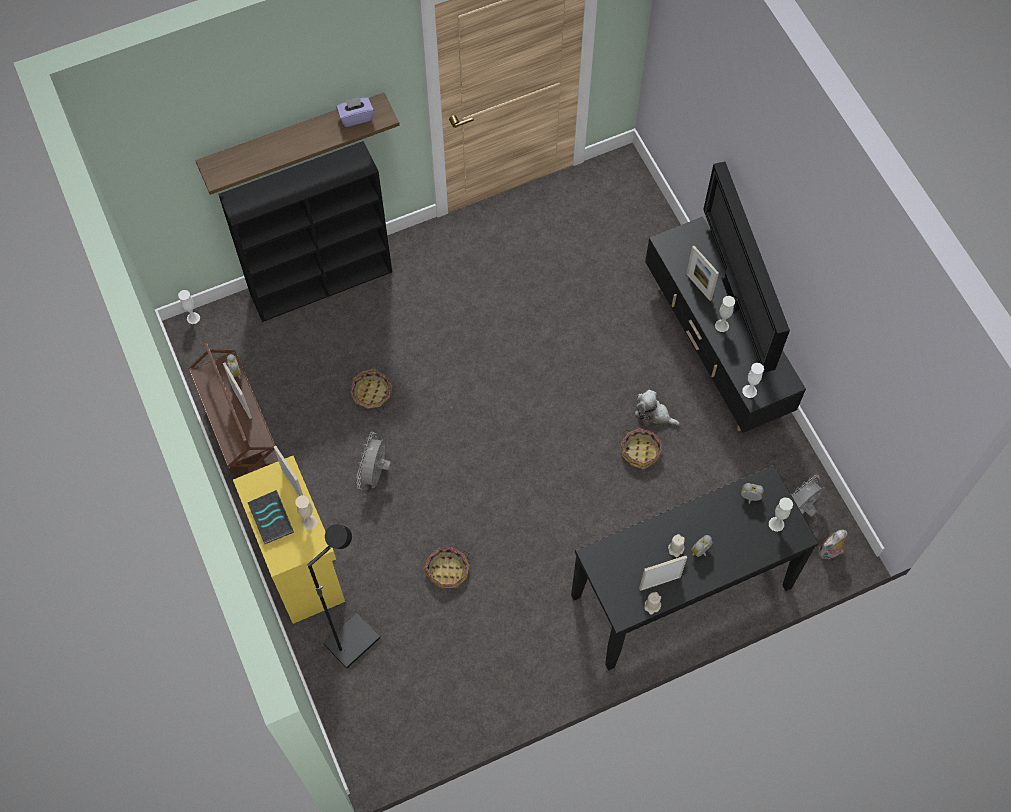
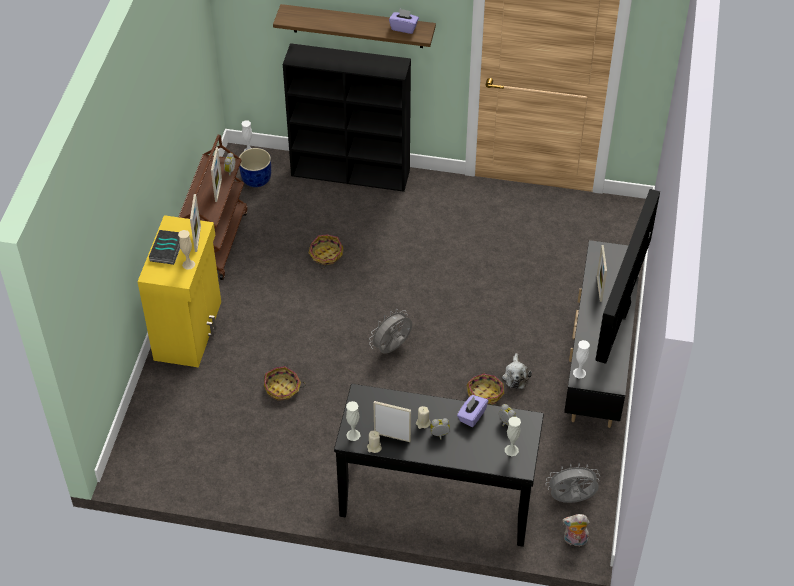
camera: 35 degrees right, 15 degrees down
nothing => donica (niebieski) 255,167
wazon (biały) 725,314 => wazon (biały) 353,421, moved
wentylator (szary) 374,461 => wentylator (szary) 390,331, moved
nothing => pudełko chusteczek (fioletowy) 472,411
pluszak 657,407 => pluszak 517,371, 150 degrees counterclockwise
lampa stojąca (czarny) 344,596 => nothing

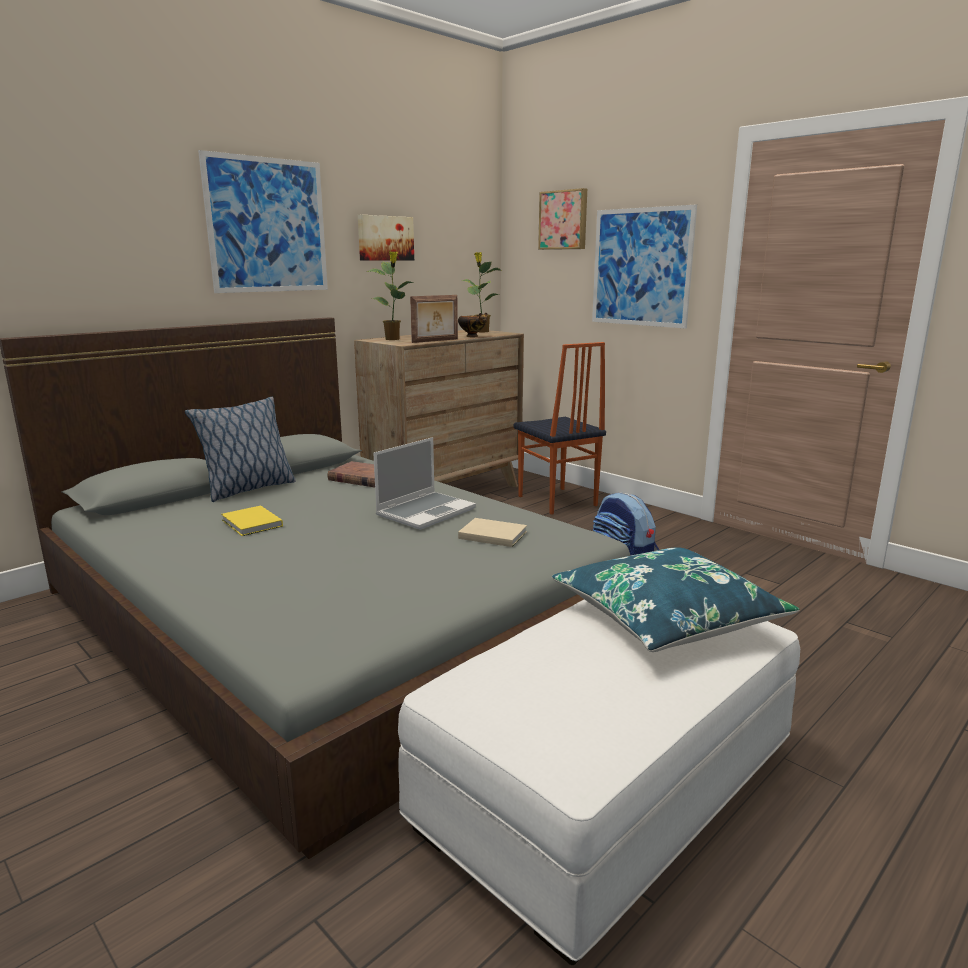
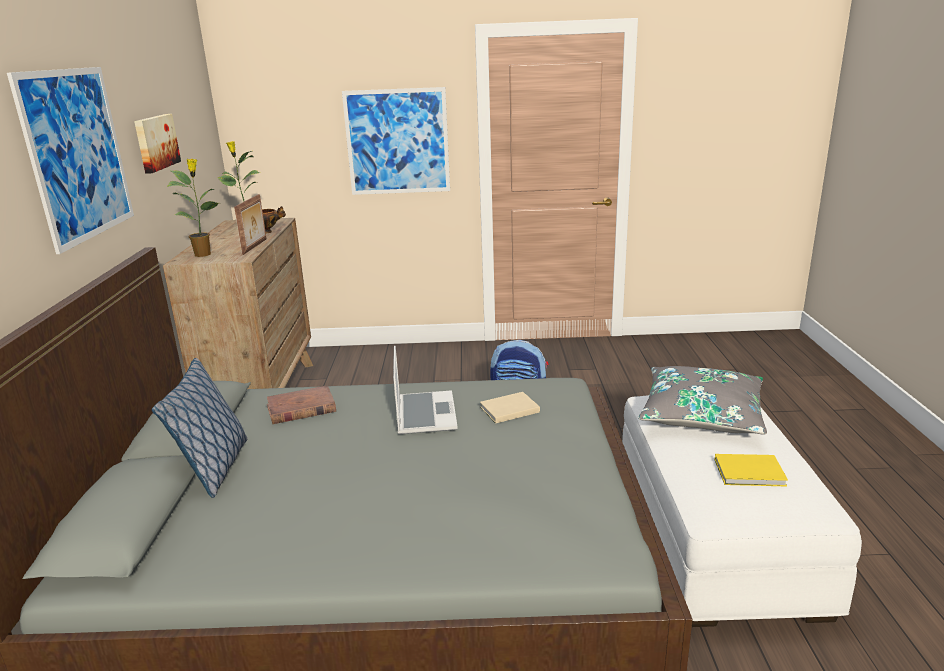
camera: 45 degrees left, 5 degrees up
poduszka (niebieski) 676,599 => poduszka (szary) 702,400
książka (żółty) 252,520 => książka (żółty) 751,470, moved
krzesło 559,428 => nothing
obraz 562,219 => nothing

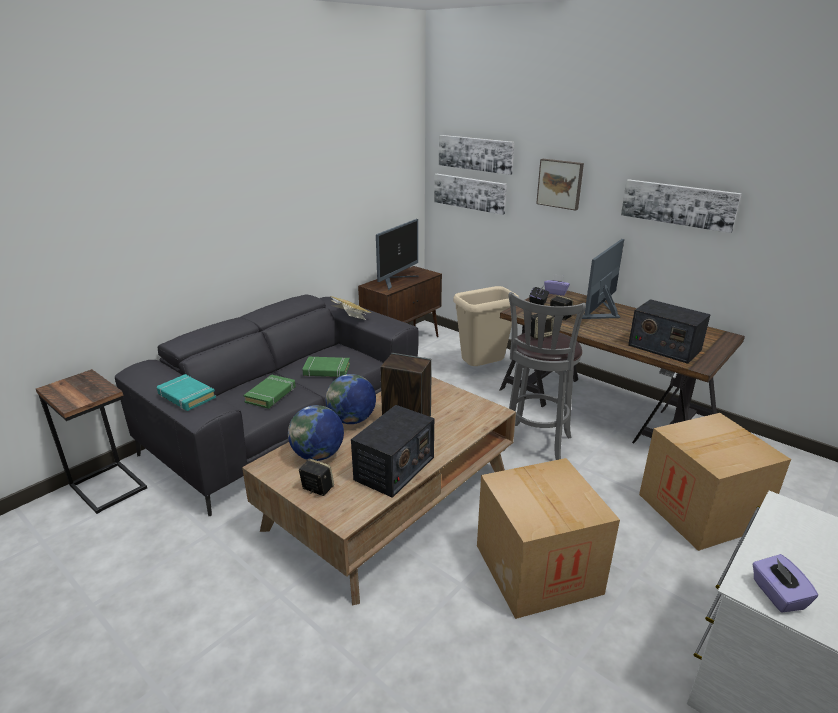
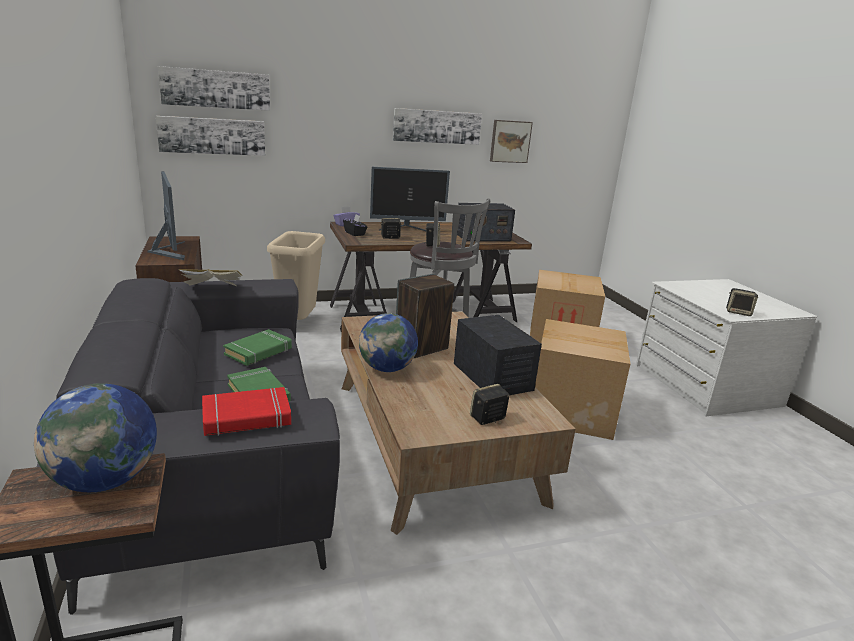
camera: 60 degrees left, 5 degrees down
globus 316,433 => globus 95,437, moved
książka (turkusowy) 186,392 => książka (czerwony) 246,411
monitor 603,279 => monitor 410,199, 75 degrees counterclockwise
obraz 560,185 => obraz 511,141, moved
pudełko chusteczek (fioletowy) 785,583 => głośnik 742,302

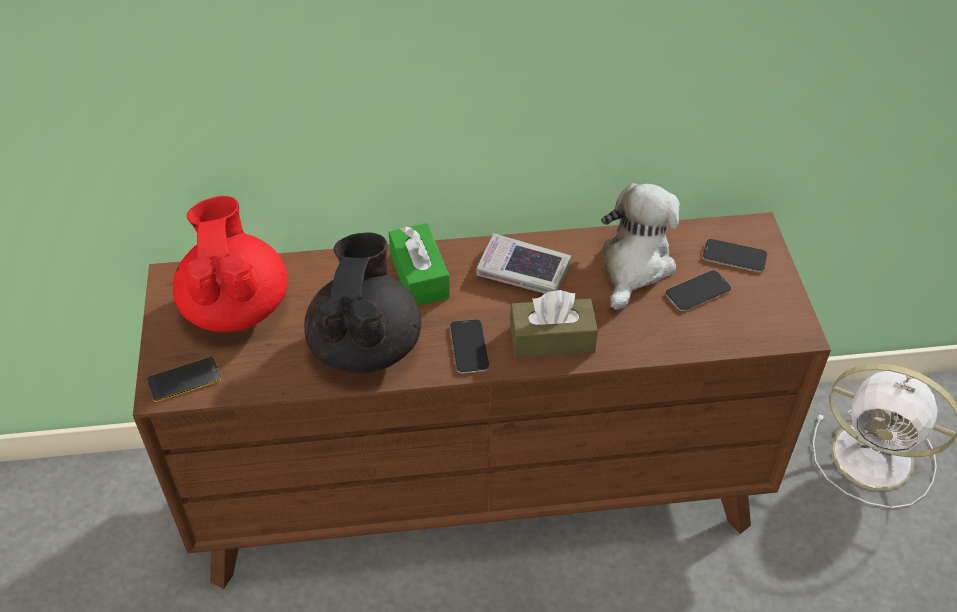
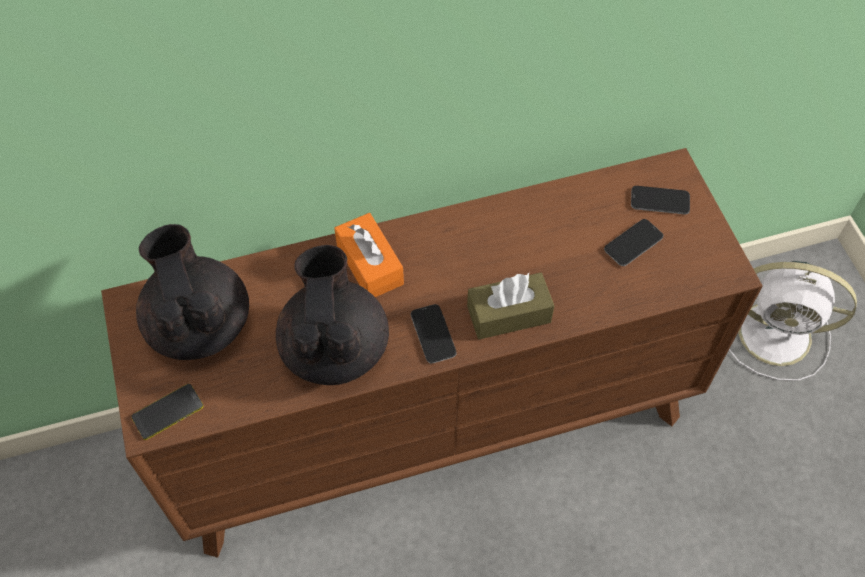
camera: 10 degrees left, 10 degrees up
imbryk (czerwony) 230,264 => imbryk (czarny) 192,292
pudełko chusteczek (zielony) 419,264 => pudełko chusteczek (pomarańczowy) 369,255
książka 523,263 => nothing
pluszak 640,246 => nothing

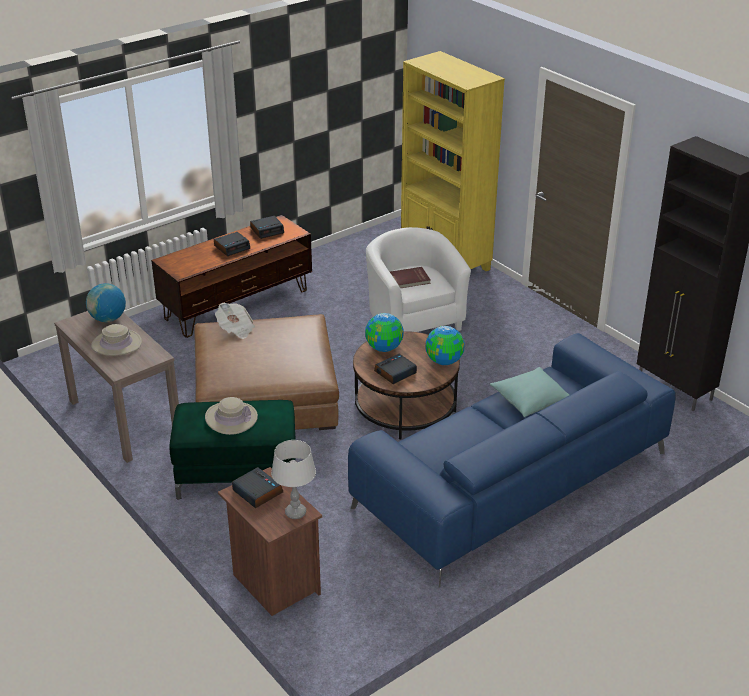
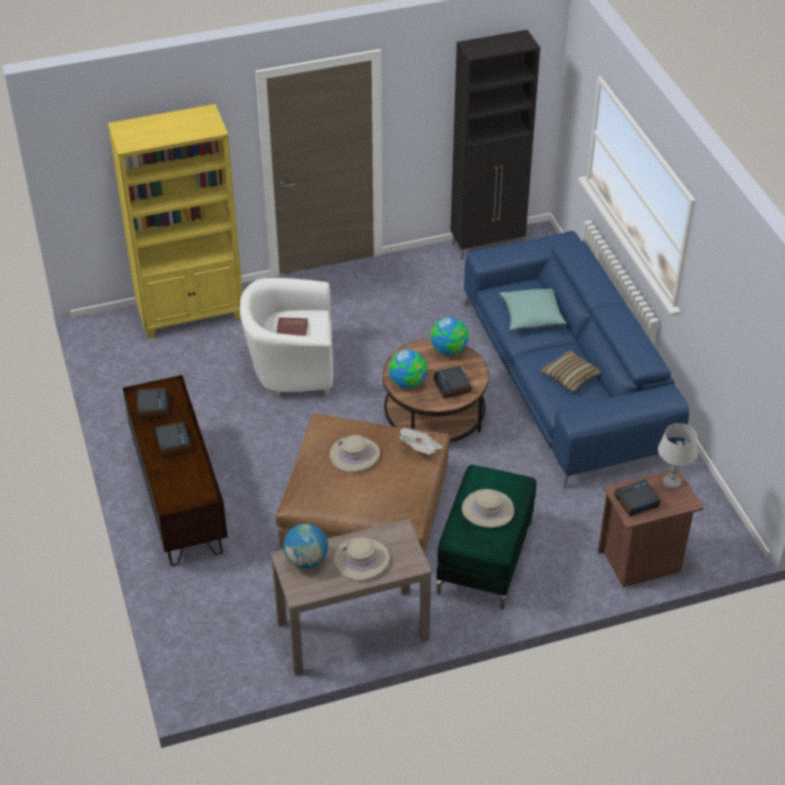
camera: 70 degrees left, 10 degrees up
nothing => kapelusz (beżowy) 355,453
gazeta 235,321 => gazeta 421,441, moved
nothing => poduszka 570,371

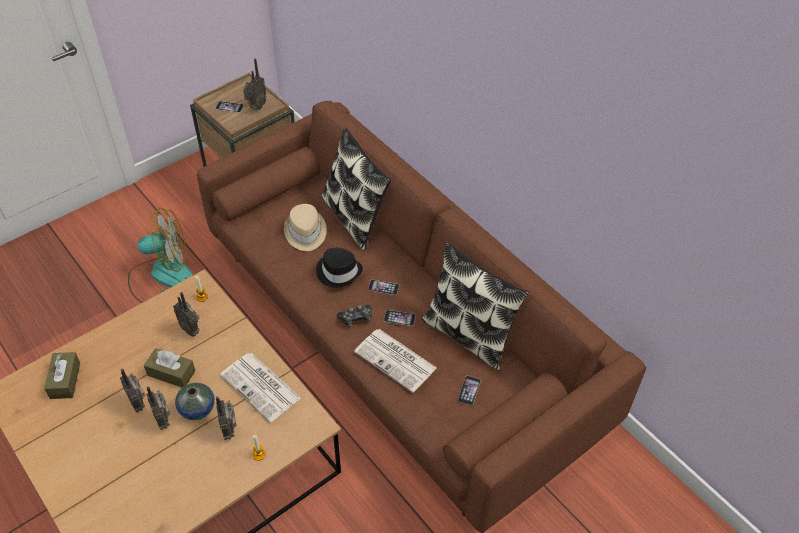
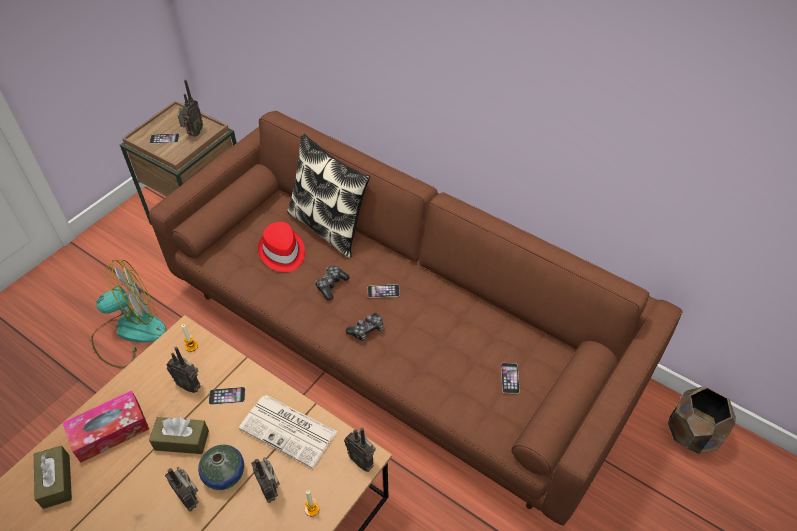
camera: 15 degrees left, 0 degrees up
nothing => pudełko chusteczek 105,426
telefon 400,318 => telefon 227,396, moved
kapelusz (beżowy) 305,227 => kapelusz (czerwony) 281,247
kapelusz (czarny) 339,267 => pad do gier 332,283
radio 132,391 => radio 360,449, moved
nothing => donica (brązowy) 702,420
gazeta 395,361 => nothing
poduszka 475,307 => nothing

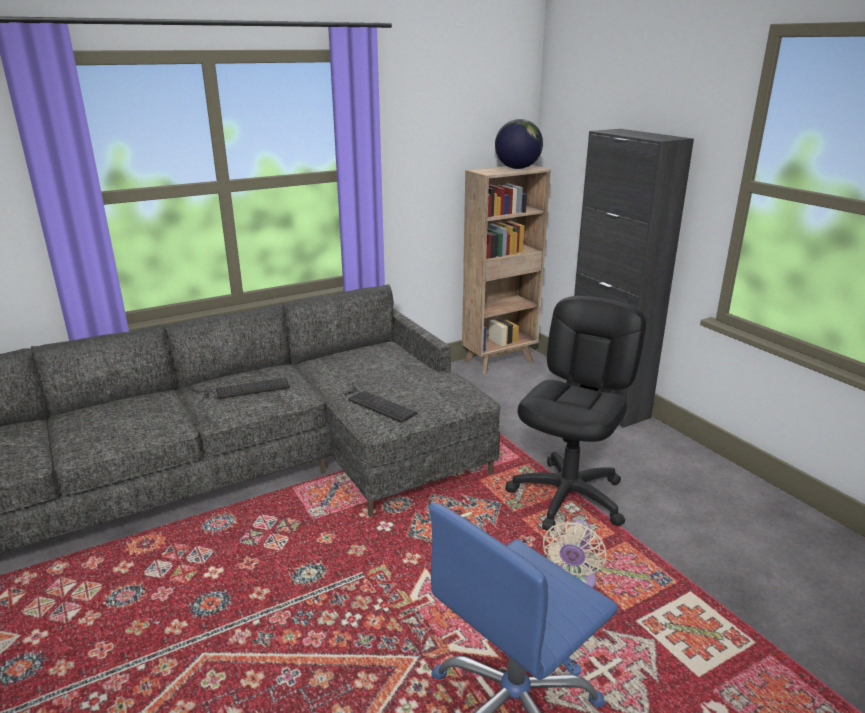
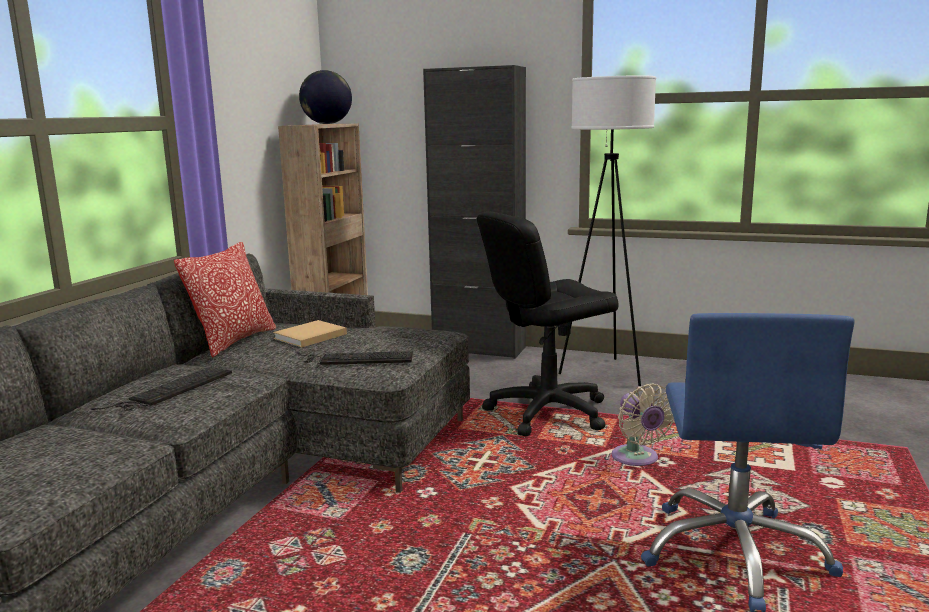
camera: 40 degrees left, 10 degrees down
nothing => poduszka 225,300
nothing => książka (beżowy) 310,333
krzesło biurowe (czarny) 575,413 => krzesło biurowe (czarny) 548,324, 105 degrees counterclockwise
nothing => lampa stojąca (biały) 607,231

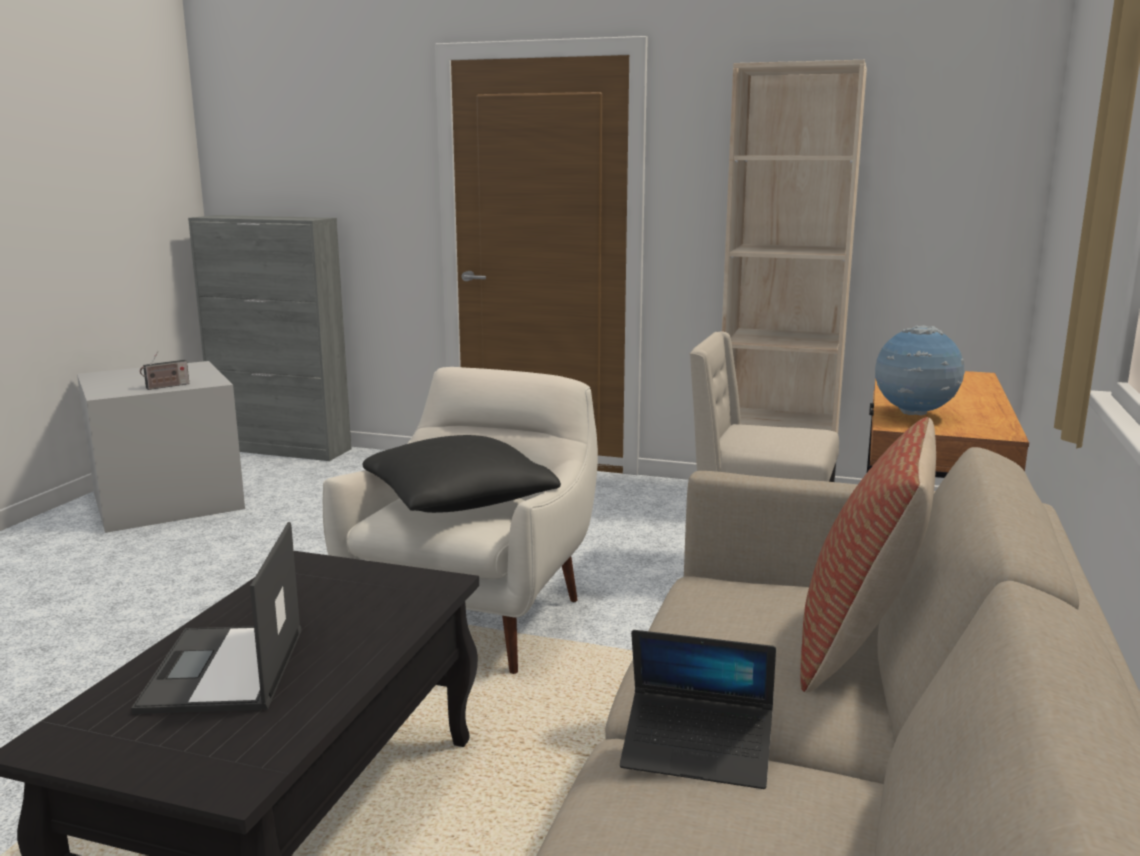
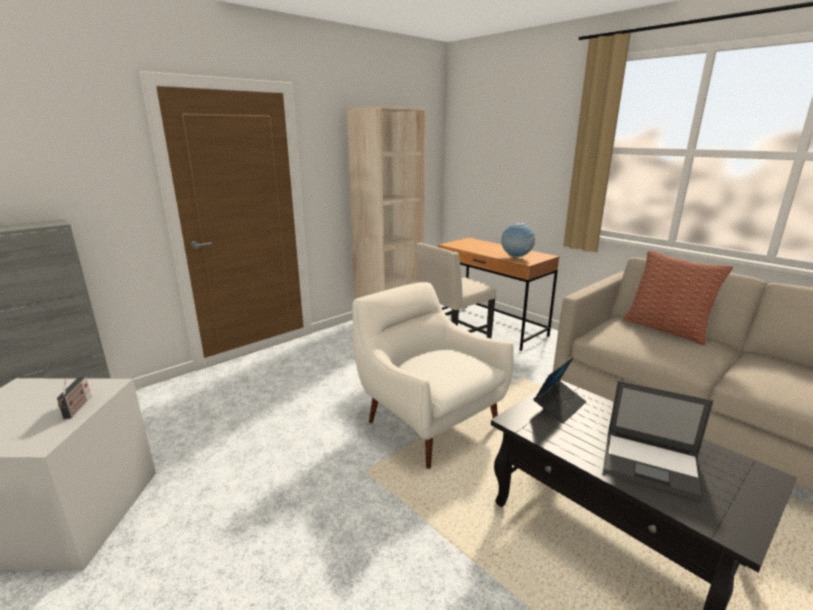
camera: 60 degrees left, 5 degrees up
laptop 698,709 => laptop 560,390, moved
poduszka (czarny) 462,474 => nothing

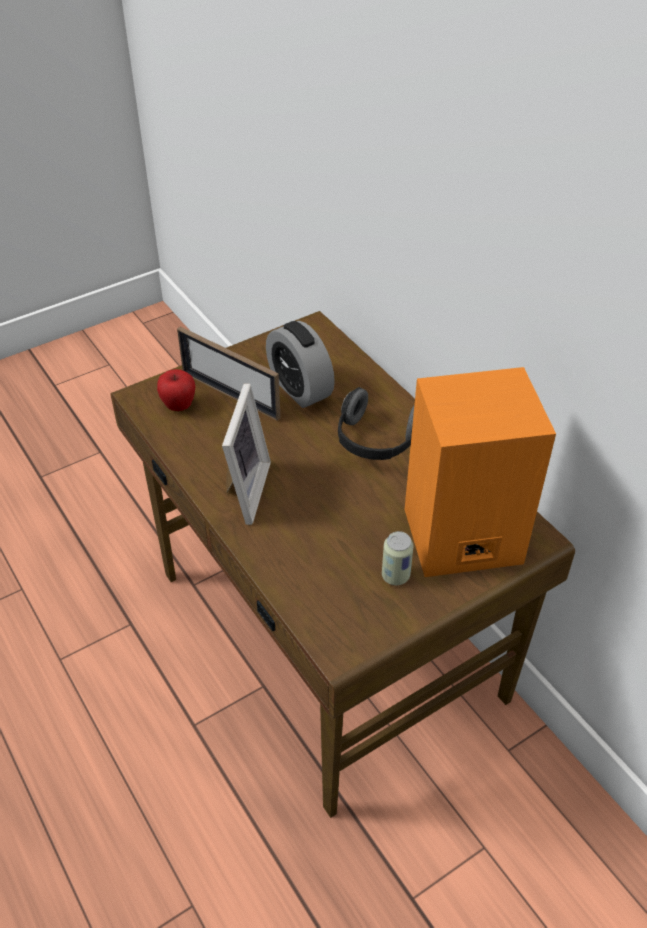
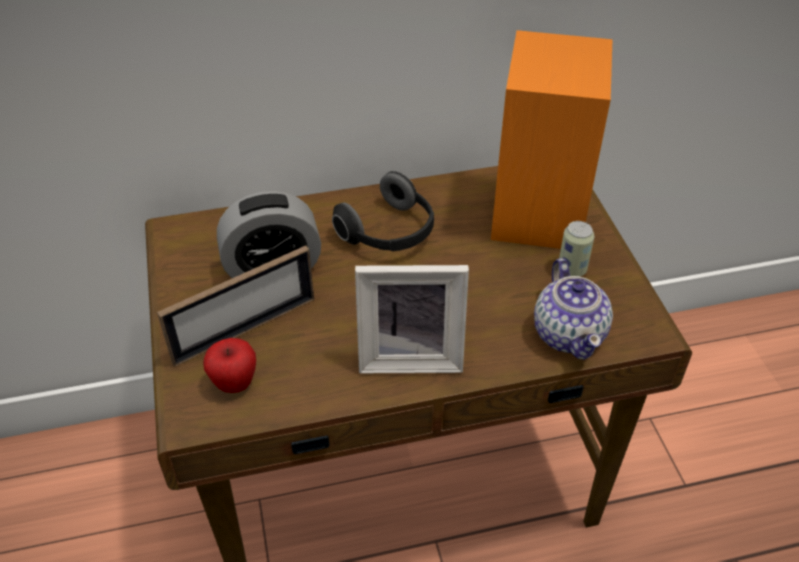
camera: 70 degrees left, 0 degrees up
ramka na zdjęcie 246,454 => ramka na zdjęcie 412,319, 150 degrees clockwise
nothing => imbryk 573,309

